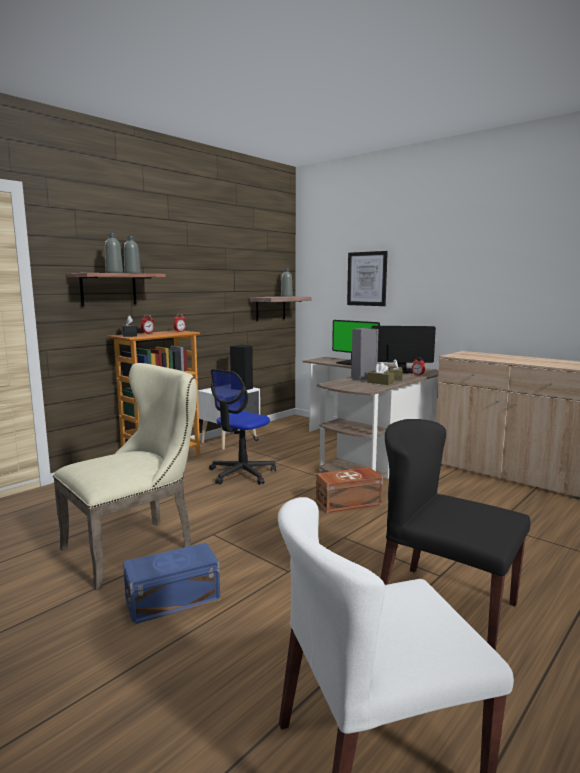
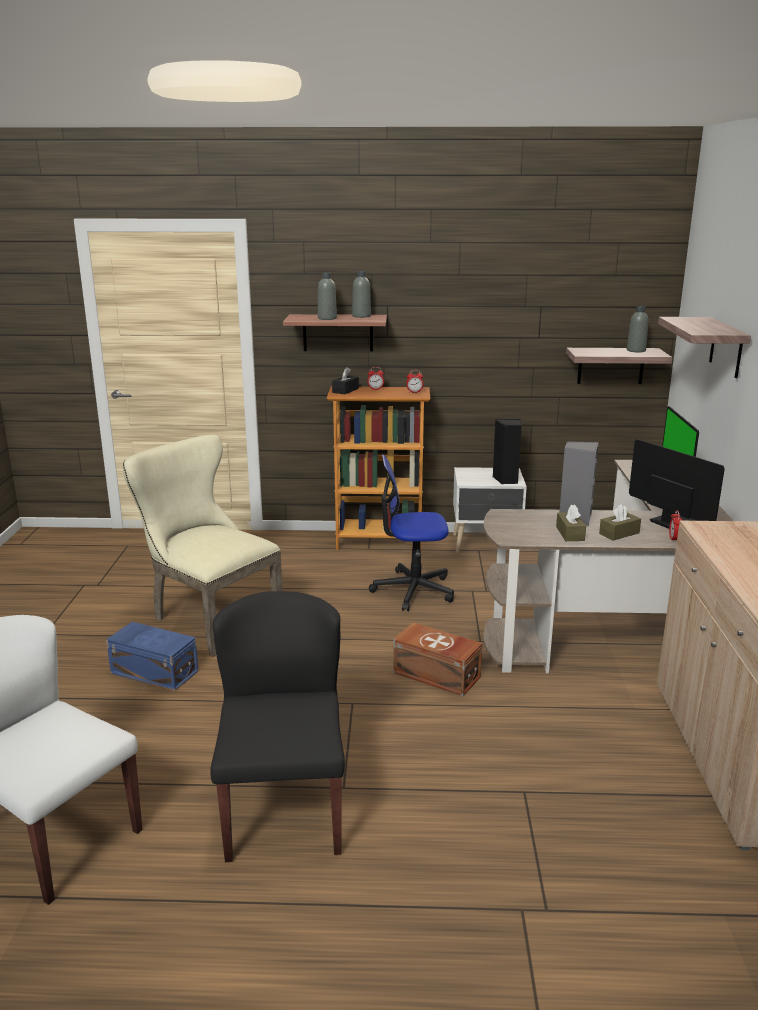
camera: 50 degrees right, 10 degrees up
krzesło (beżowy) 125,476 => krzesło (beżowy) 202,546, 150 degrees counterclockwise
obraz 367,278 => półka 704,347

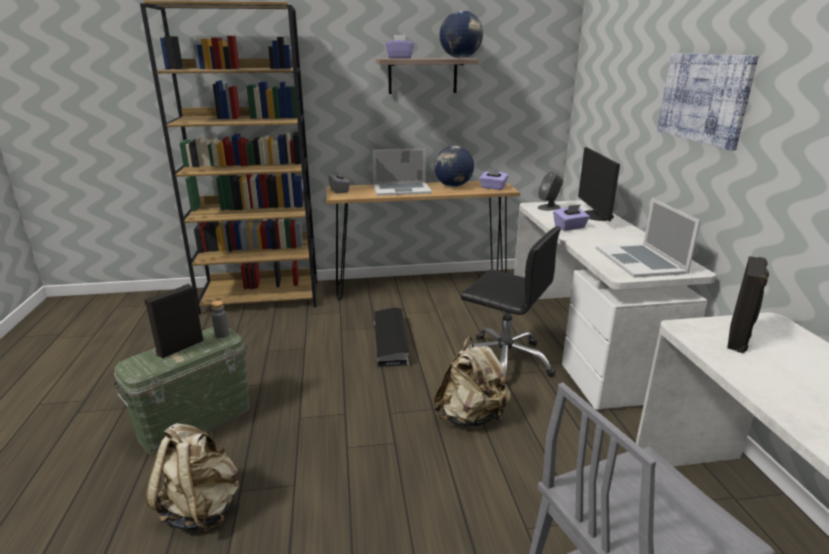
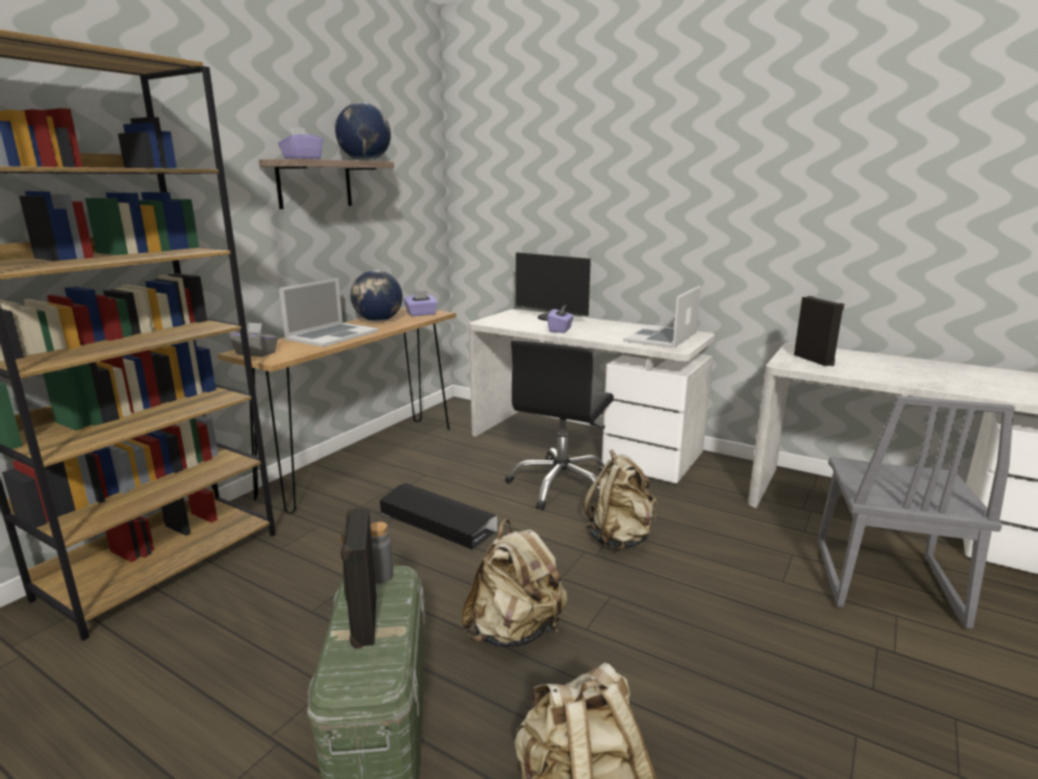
camera: 50 degrees left, 5 degrees down
nothing => plecak (beżowy) 514,583
krzesło biurowe (czarny) 511,302 => krzesło biurowe (czarny) 559,425, 135 degrees clockwise
laptop 648,238 => laptop 662,317, 90 degrees clockwise
głośnik (szary) 550,191 => nothing
obraz 708,102 => nothing

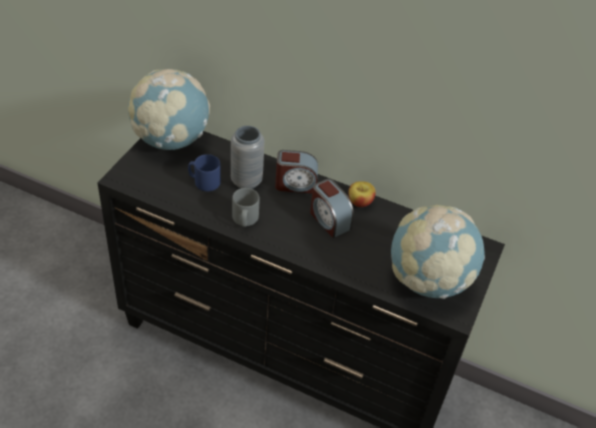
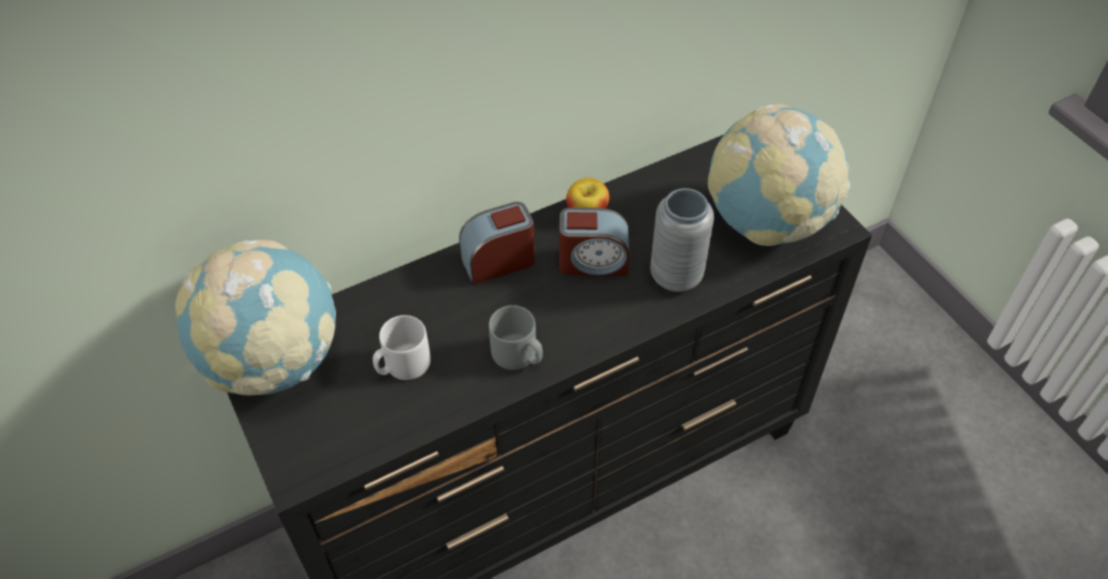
camera: 50 degrees left, 5 degrees up
kubek (niebieski) 204,172 => kubek (szary) 402,347
budzik 296,171 => budzik 497,243, 150 degrees counterclockwise
wazon (szary) 248,157 => wazon (szary) 682,240, moved

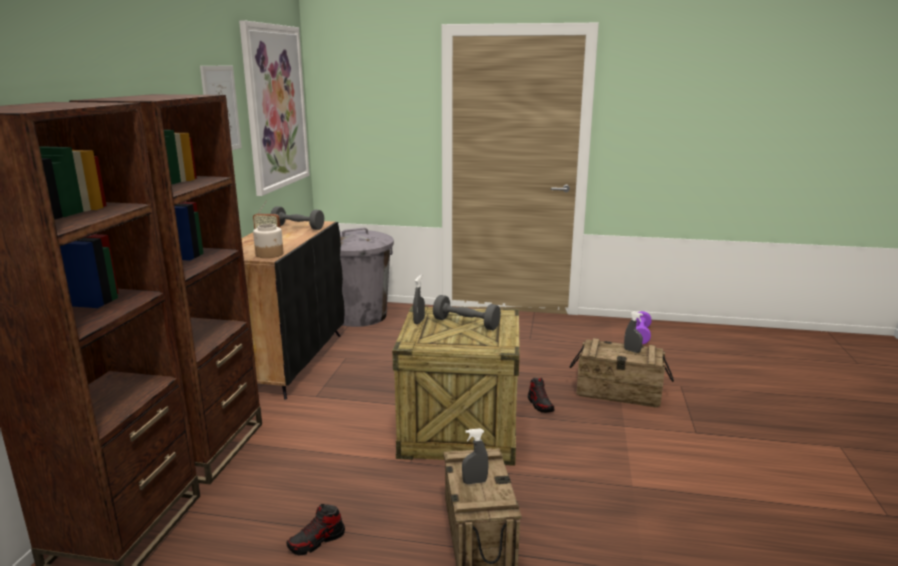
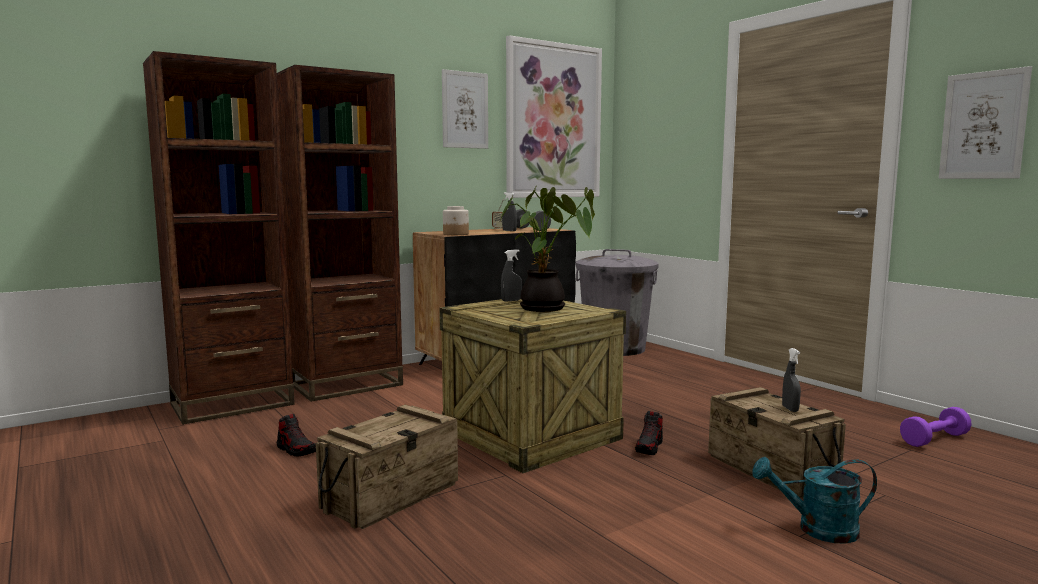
camera: 45 degrees right, 10 degrees down
but 315,529 => but 296,435, 150 degrees counterclockwise
hantel (szary) 467,312 => roślina doniczkowa 547,249
spryskiwacz (szary) 475,456 => spryskiwacz (szary) 509,211, moved
nothing => konewka (turkusowy) 815,500
nothing => obraz 985,122

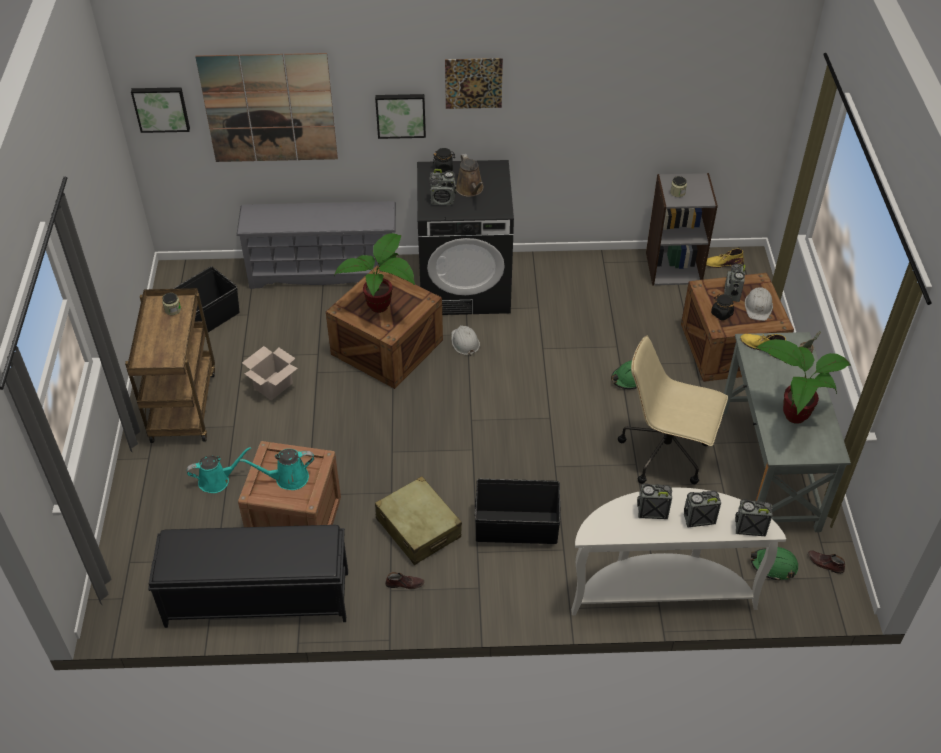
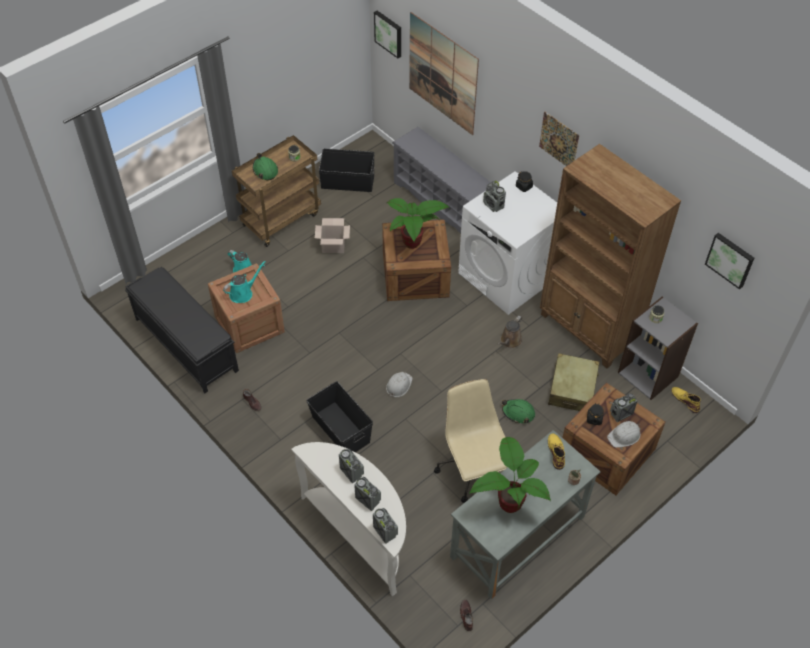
camera: 50 degrees right, 5 degrees up
konewka (turkusowy) 277,469 => konewka (turkusowy) 244,282, 105 degrees clockwise
kask (zielony) 774,564 => kask (zielony) 265,167, moved
kask (biały) 465,340 => kask (biały) 399,384, moved
pralka (czarny) 465,237 => pralka (biały) 507,243
konewka (brązowy) 470,175 => konewka (brązowy) 510,331, moved
nothing => regał (brązowy) 610,256
walizka (beżowy) 418,520 => walizka (beżowy) 574,382, moved
obraz 400,116 => obraz 729,261, moved

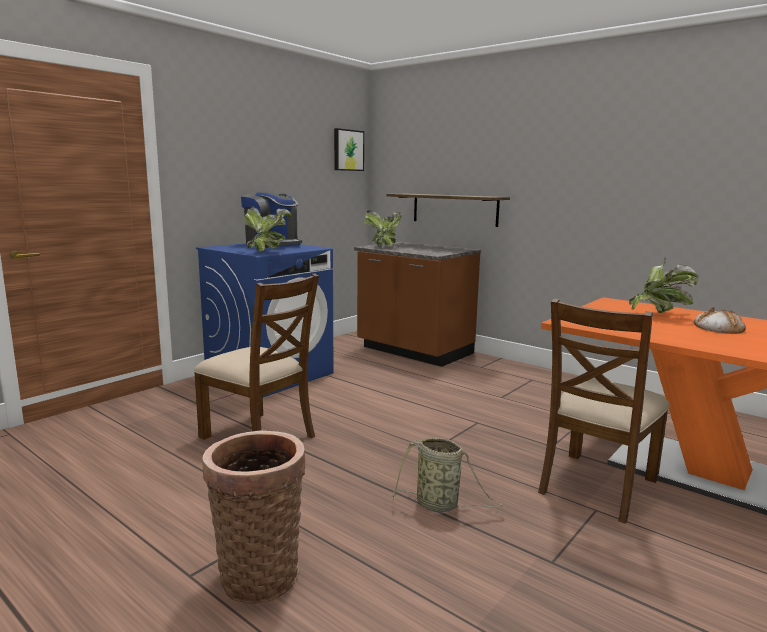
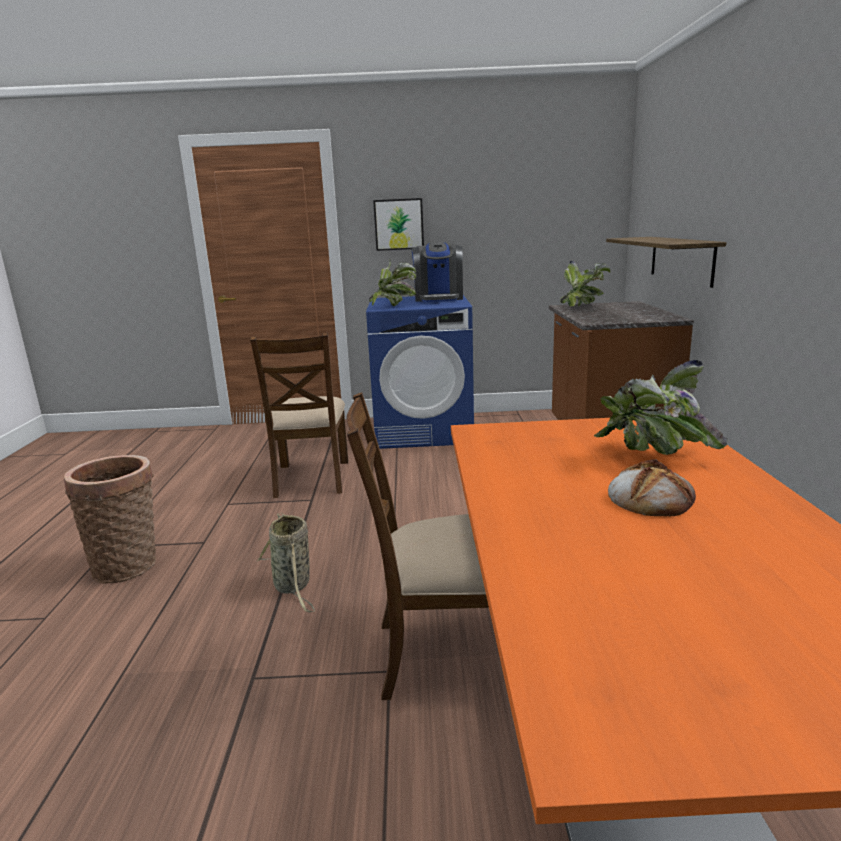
camera: 50 degrees right, 5 degrees up
obraz 349,149 => obraz 398,224, moved

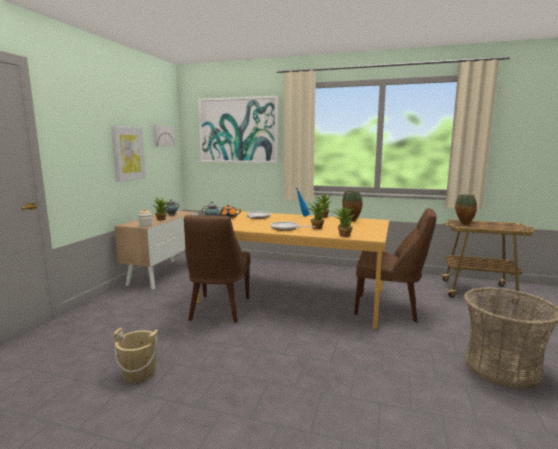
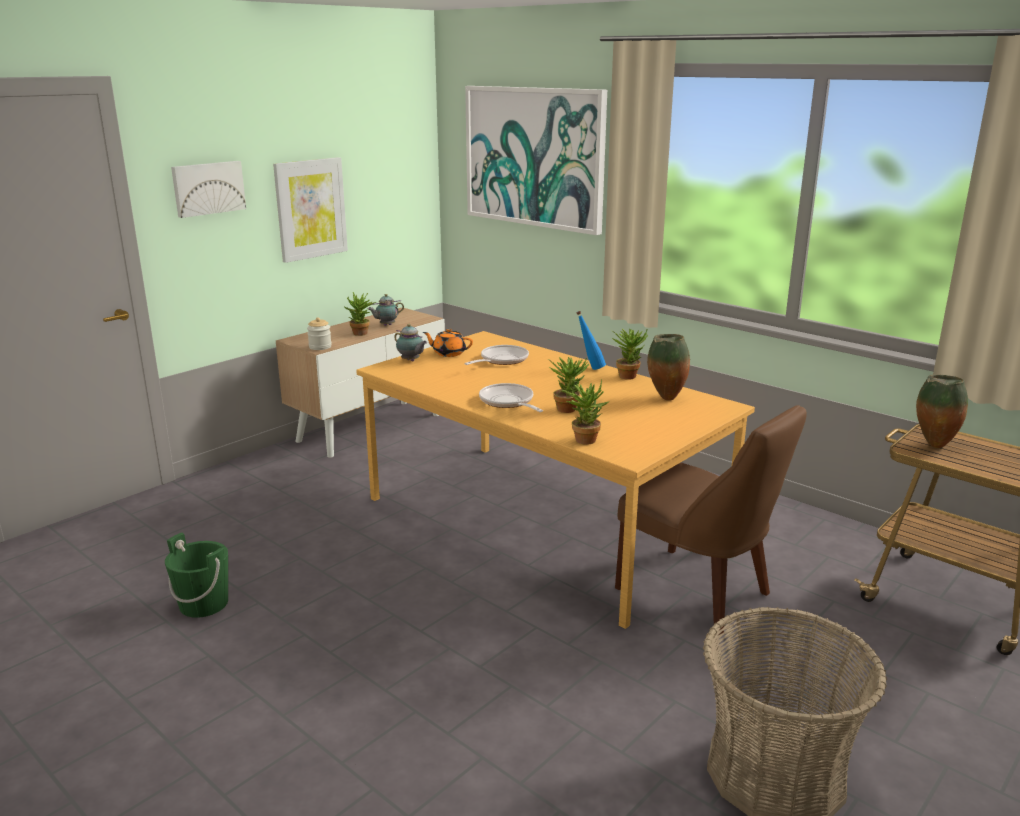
camera: 25 degrees right, 10 degrees up
wiadro (beżowy) 136,355 => wiadro (zielony) 196,575
obraz 164,136 => obraz 208,189, moved
krzesło (brązowy) 217,269 => nothing

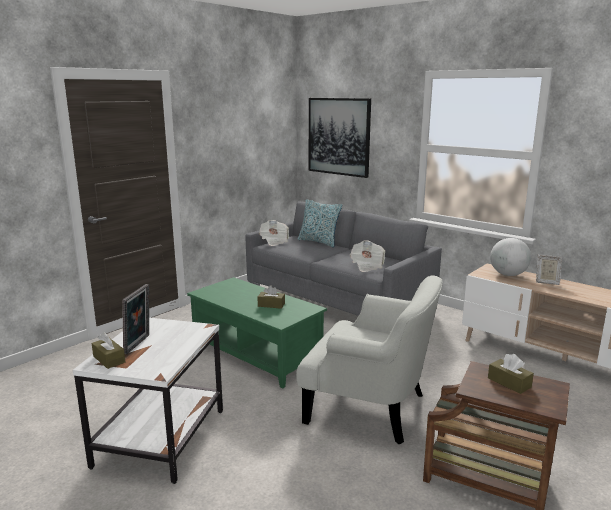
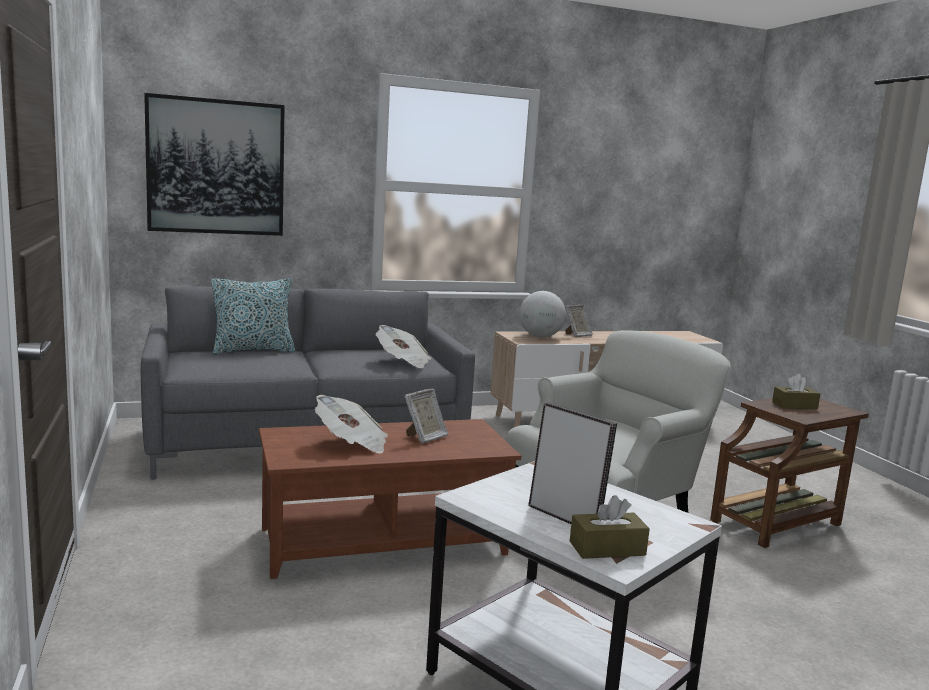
camera: 60 degrees left, 5 degrees down
ława (zielony) 257,333 => ława (brązowy) 390,499
gazeta 274,233 => gazeta 351,424, moved
pudełko chusteczek (brązowy) 271,297 => ramka na zdjęcie 426,416

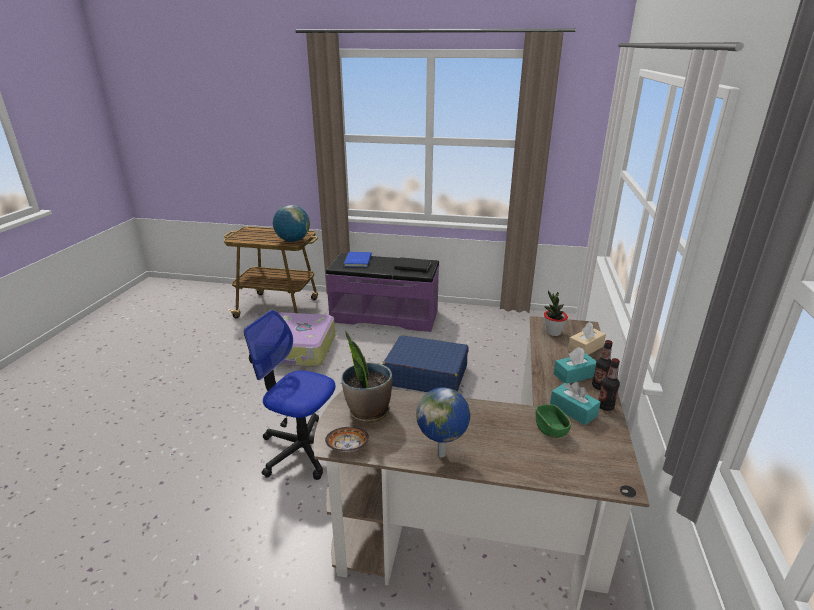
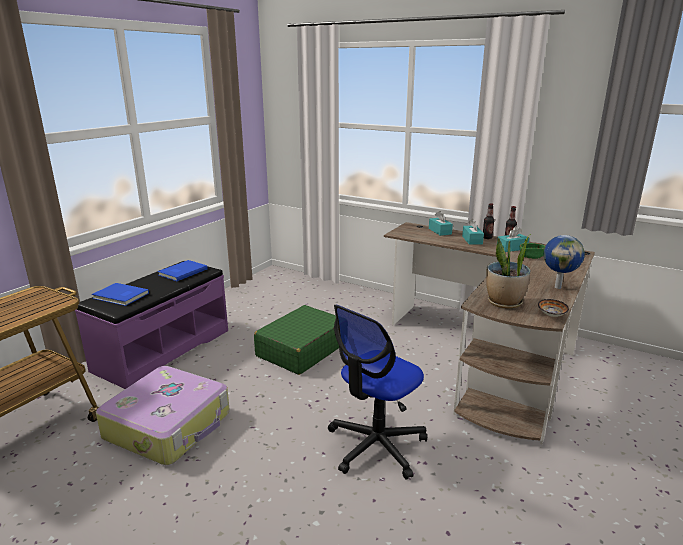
camera: 70 degrees left, 5 degrees down
książka (czarny) 413,264 => książka (niebieski) 183,270
walizka (niebieski) 425,363 => walizka (zielony) 296,340
pudełko chusteczek (beżowy) 587,338 => pudełko chusteczek (turkusowy) 441,223
globus 291,223 => nothing
roślina doniczkowa 556,313 => nothing

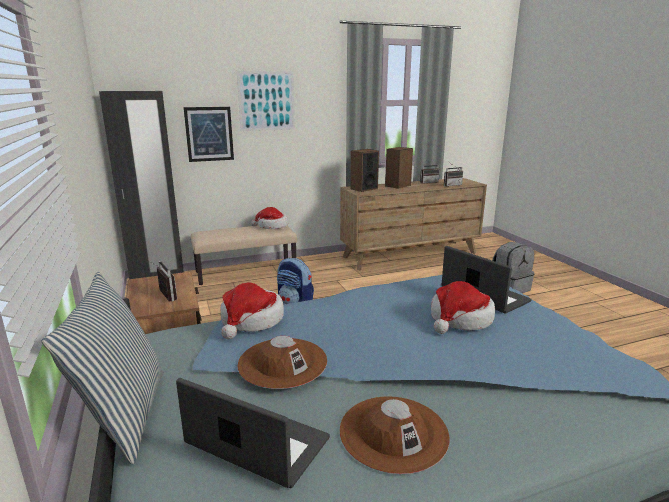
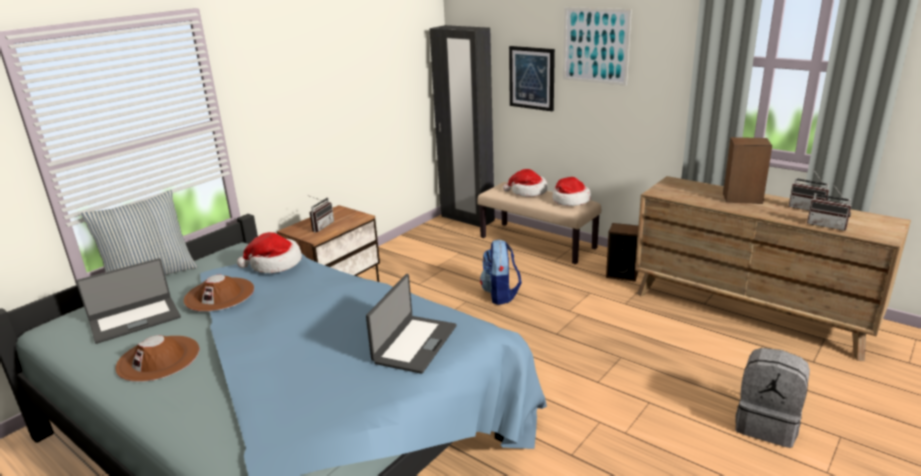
camera: 60 degrees right, 5 degrees up
laptop 253,433 => laptop 128,301, 60 degrees clockwise
kapelusz 463,307 => kapelusz 525,183, moved
głośnik 364,170 => głośnik 622,252, moved

